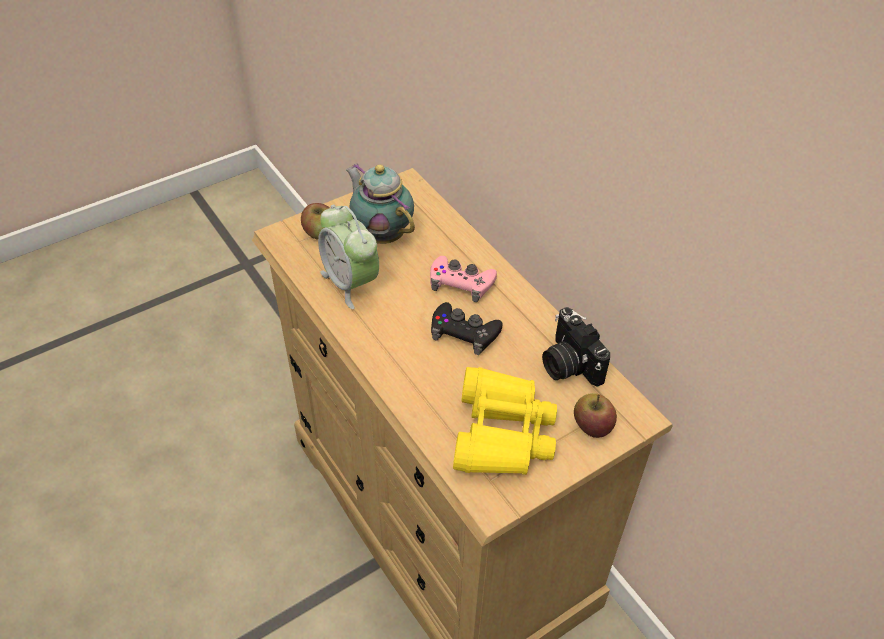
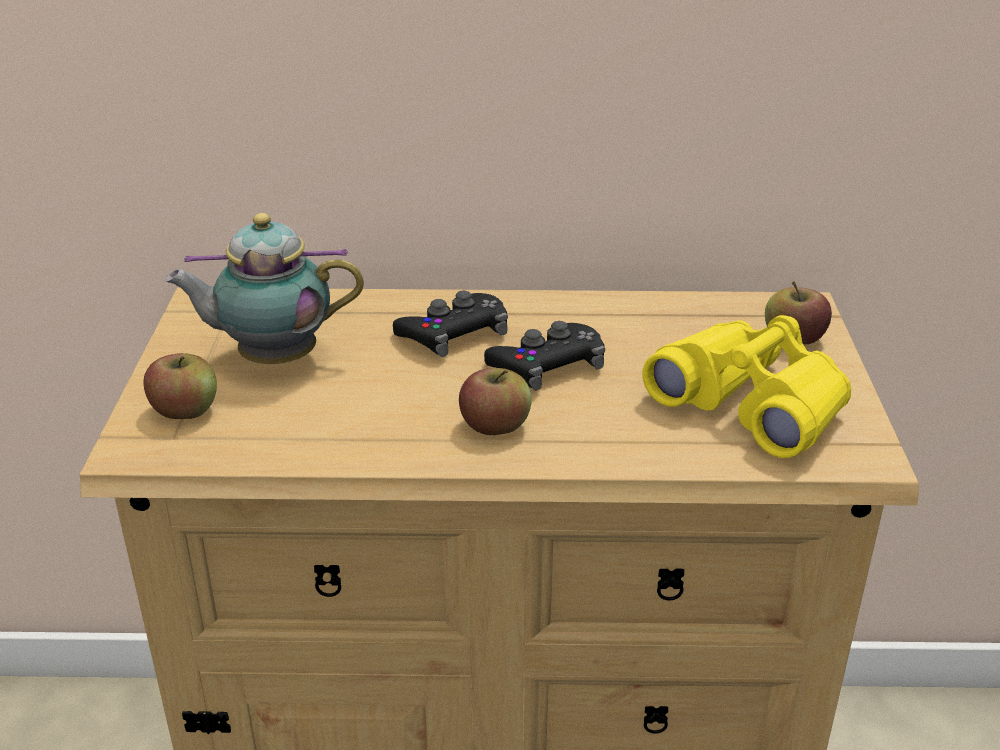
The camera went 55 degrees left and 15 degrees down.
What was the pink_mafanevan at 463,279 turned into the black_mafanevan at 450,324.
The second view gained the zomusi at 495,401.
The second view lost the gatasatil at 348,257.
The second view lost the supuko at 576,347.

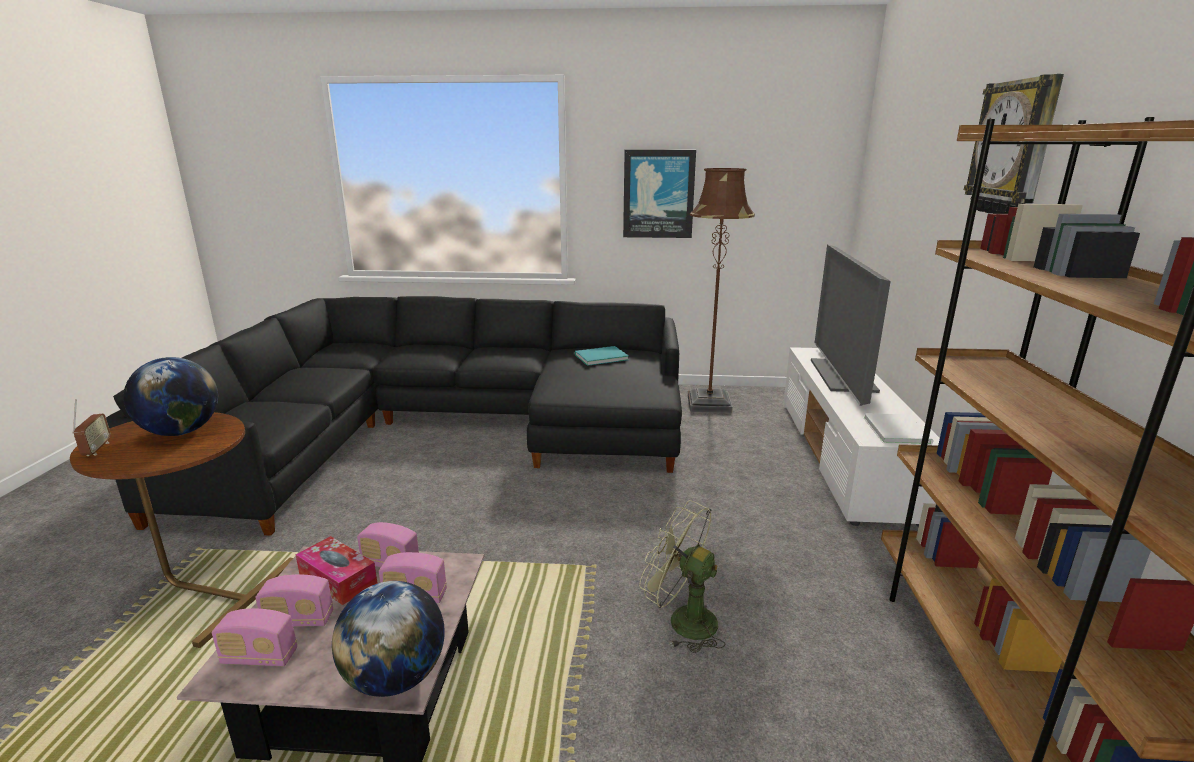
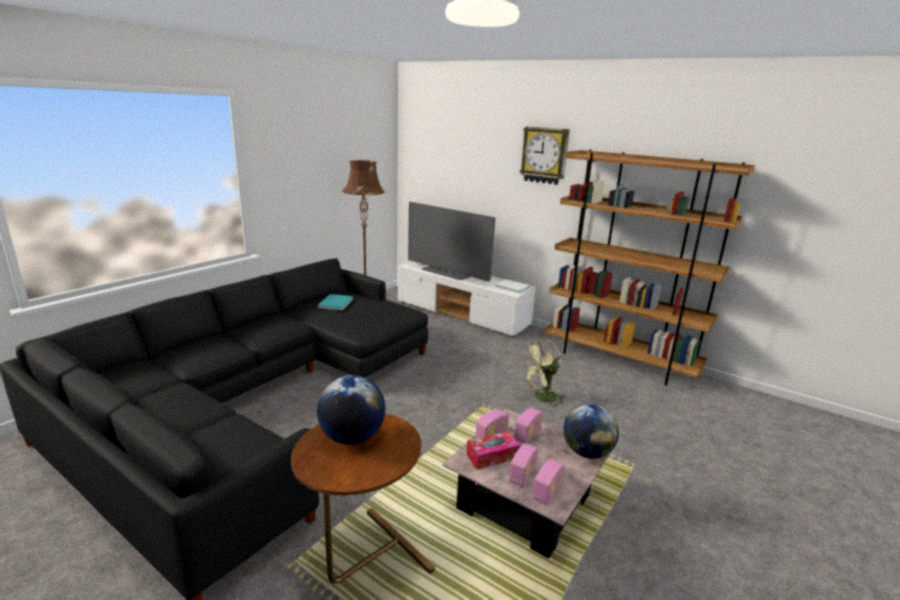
The camera went 60 degrees left and 0 degrees up.
The second view lost the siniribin at 91,427.
The second view lost the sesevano at 659,194.

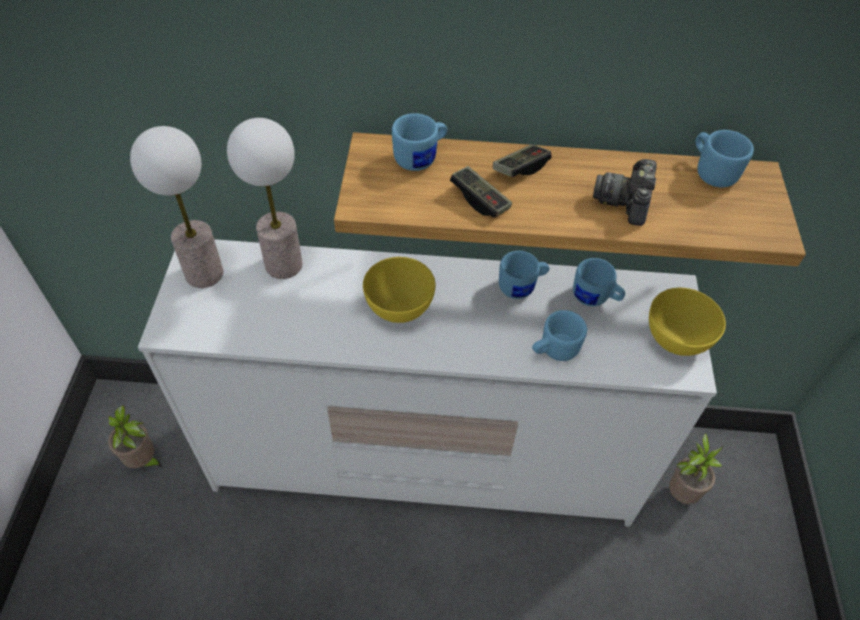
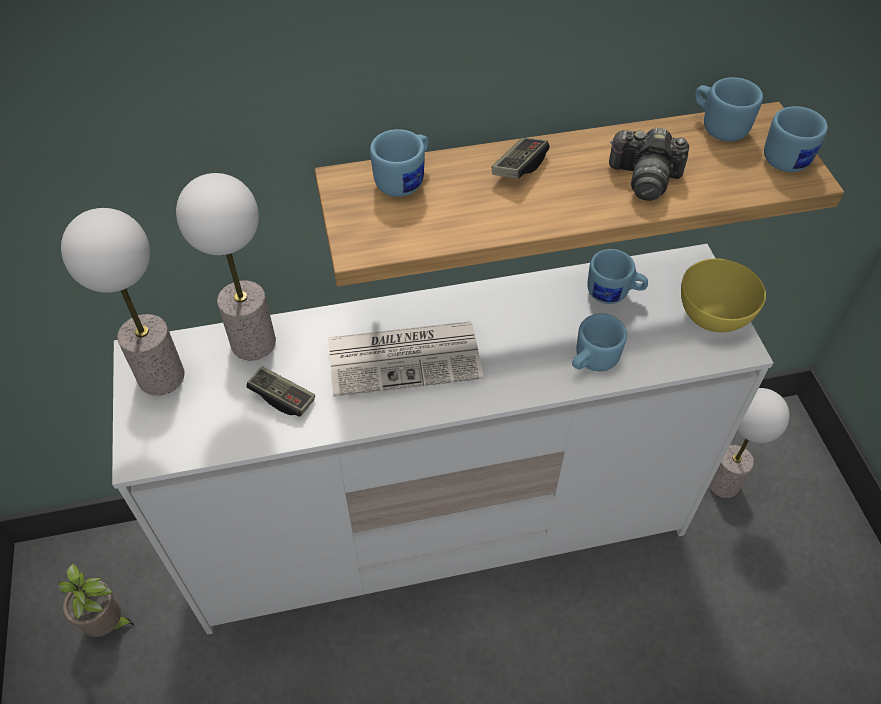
The camera went 15 degrees left and 0 degrees up.
The mafanevan ended up elsewhere, having gone from 481,192 to 280,391.
Where the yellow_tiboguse stood at 399,290, the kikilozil came to stand at 405,359.
The supuko at 625,192 ended up facing another way, 75 degrees counterclockwise from before.
Where the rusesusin stood at 696,468, the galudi came to stand at 749,443.
The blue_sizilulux ended up elsewhere, having gone from 524,275 to 796,139.

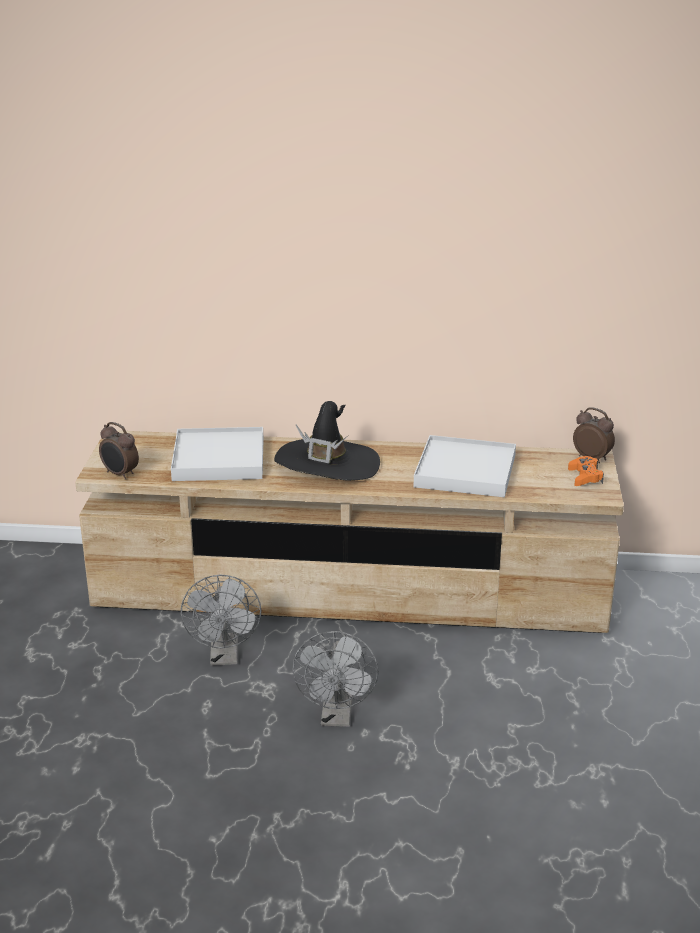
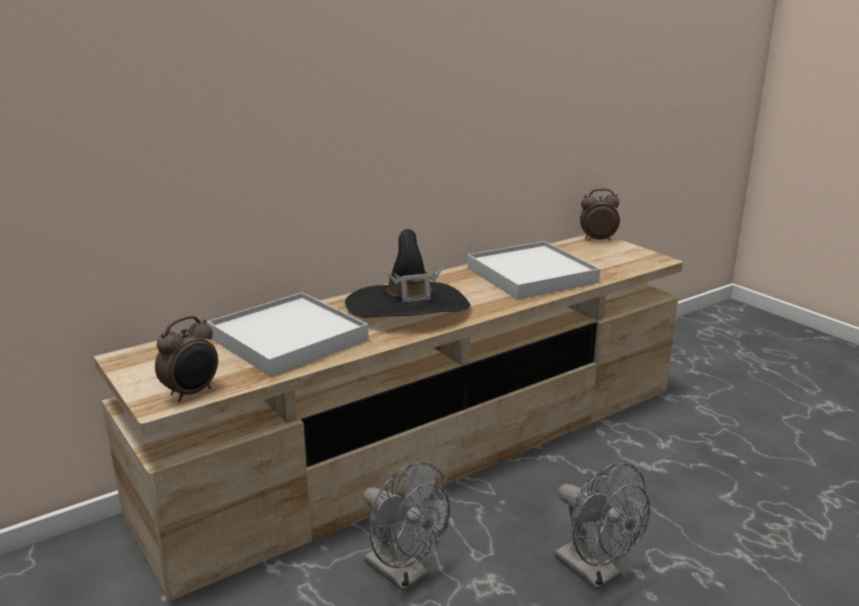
The camera went 40 degrees left and 5 degrees down.
The gatasatil at 119,451 ended up facing another way, 45 degrees counterclockwise from before.
The second view lost the orange_mafanevan at 586,471.

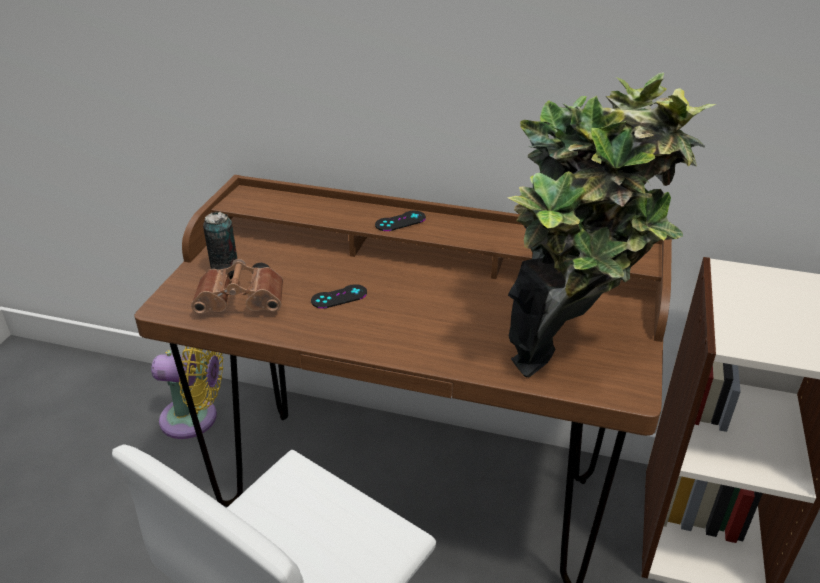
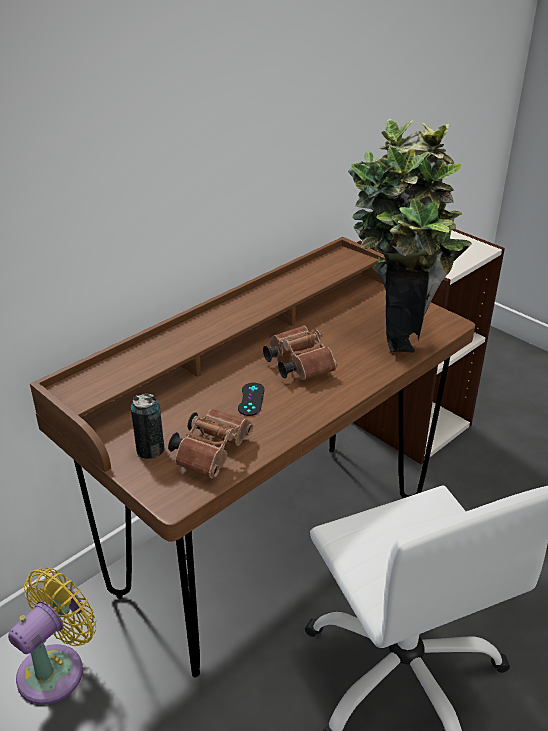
The camera went 60 degrees left and 0 degrees up.
The second view gained the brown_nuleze at 300,352.
The second view lost the black_mafanevan at 400,221.

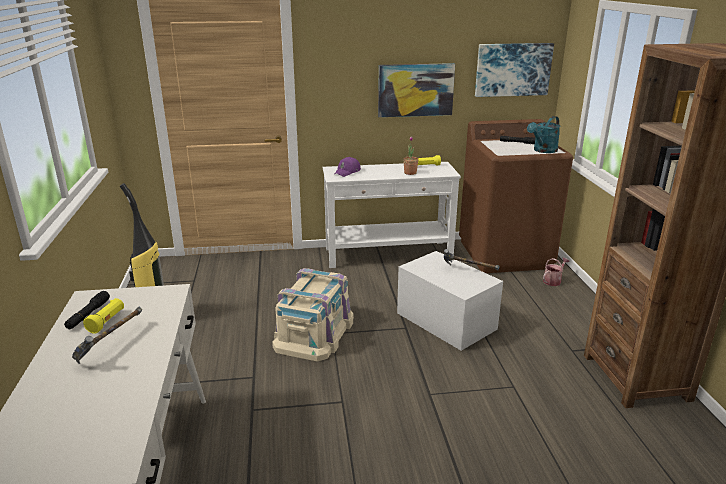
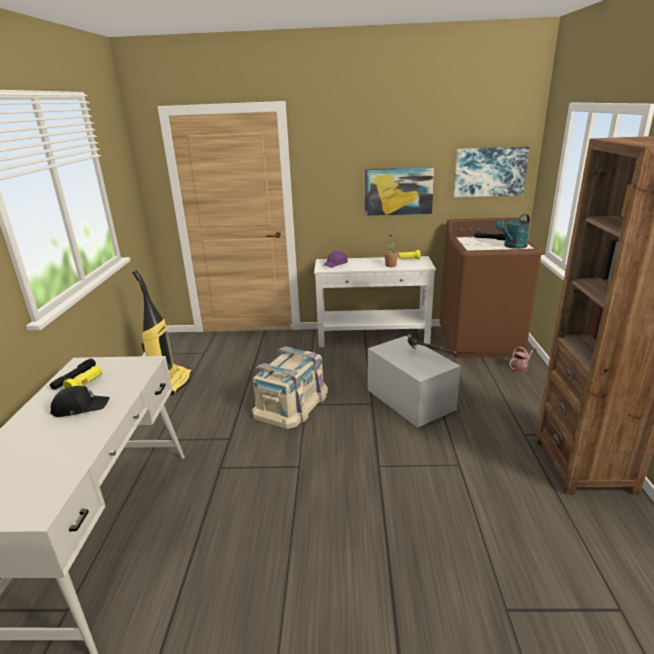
The camera went 10 degrees right and 0 degrees up.
Where the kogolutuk stood at 107,335, the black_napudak came to stand at 80,401.

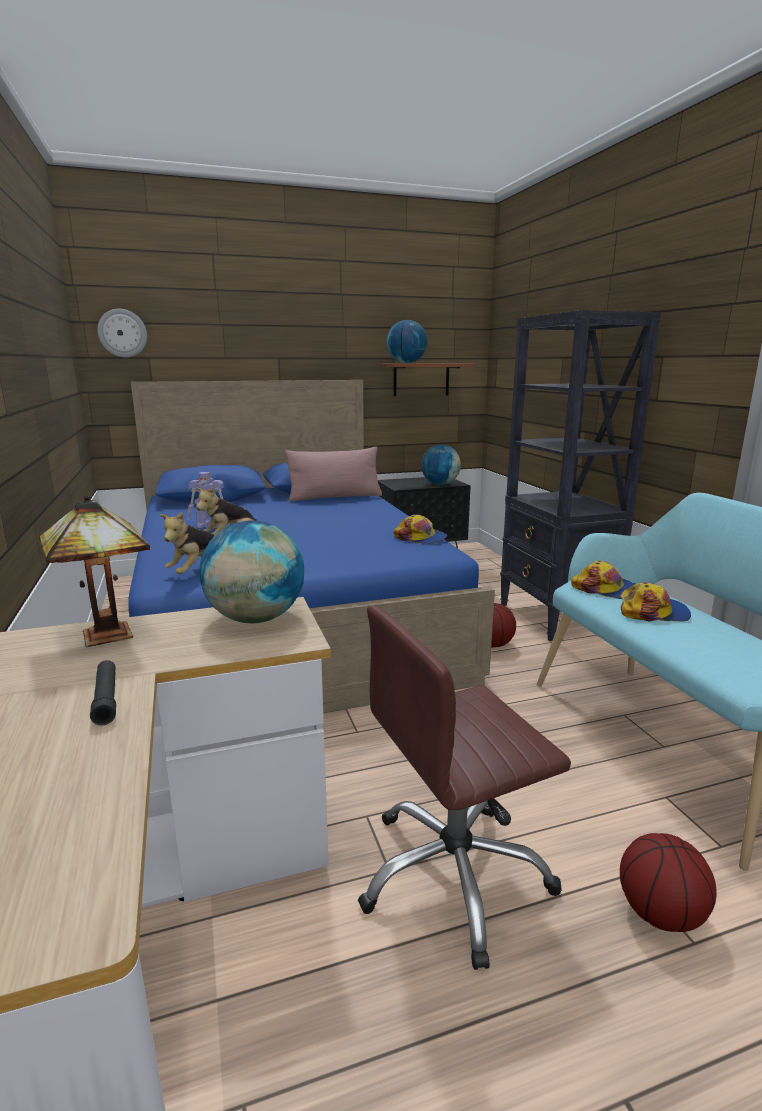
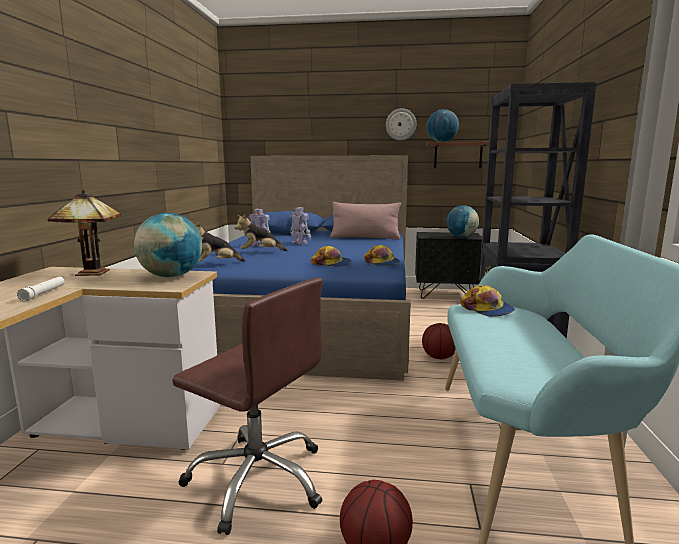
The camera went 25 degrees right and 5 degrees down.
What was the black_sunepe at 103,693 turned into the white_sunepe at 41,289.
The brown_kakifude at 464,787 ended up facing another way, 150 degrees counterclockwise from before.
The second view gained the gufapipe at 300,225.
The napudak ended up elsewhere, having gone from 655,602 to 331,256.
The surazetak ended up elsewhere, having gone from 122,333 to 401,124.

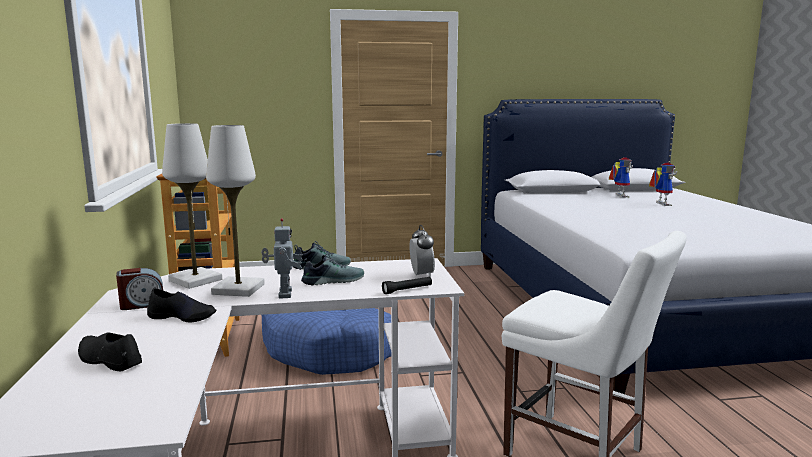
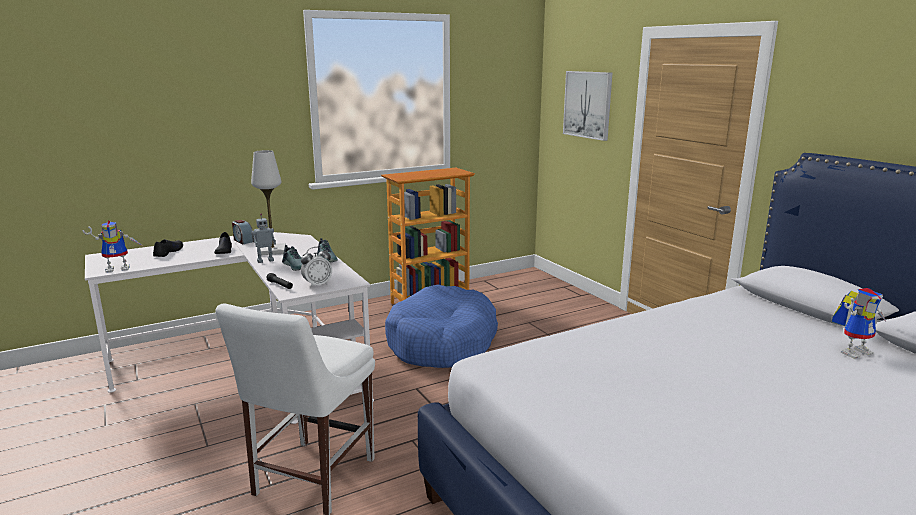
The camera went 70 degrees right and 5 degrees up.
The gufapipe ended up elsewhere, having gone from 663,184 to 113,246.
The second view gained the sesevano at 587,106.
The second view lost the white_galudi at 192,206.

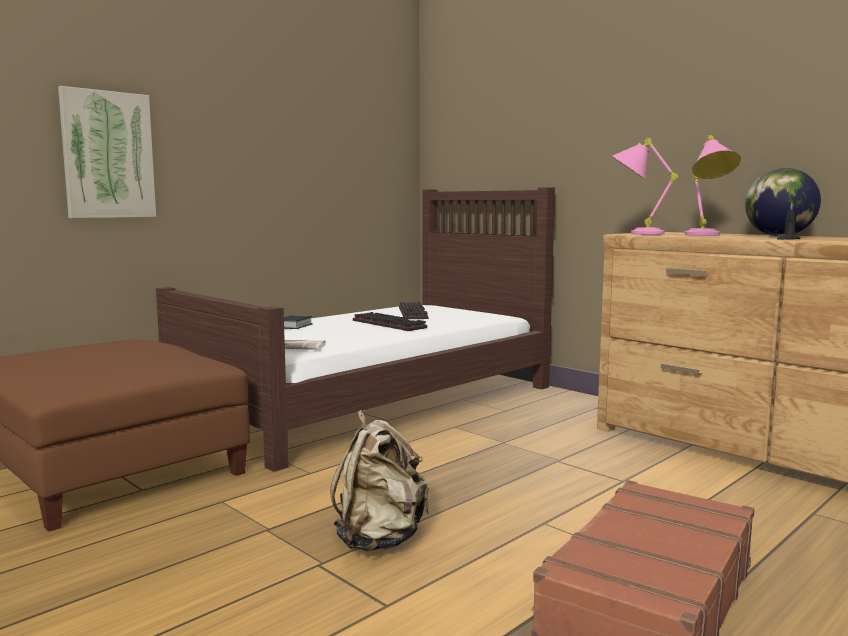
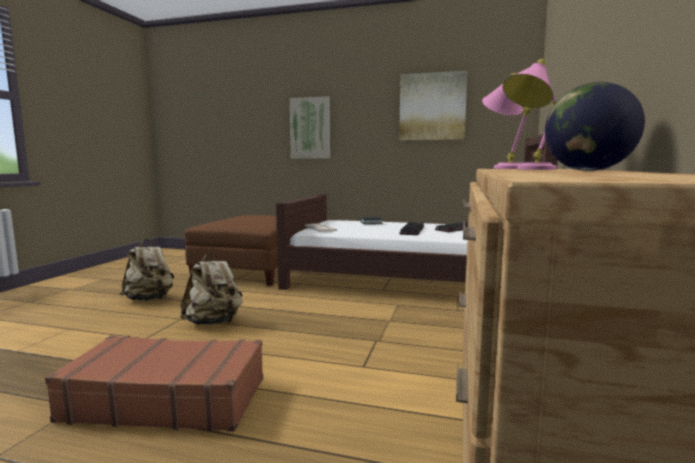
The camera went 60 degrees right and 0 degrees up.
The second view gained the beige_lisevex at 147,270.
The second view gained the sesevano at 433,105.
The second view lost the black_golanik at 789,221.

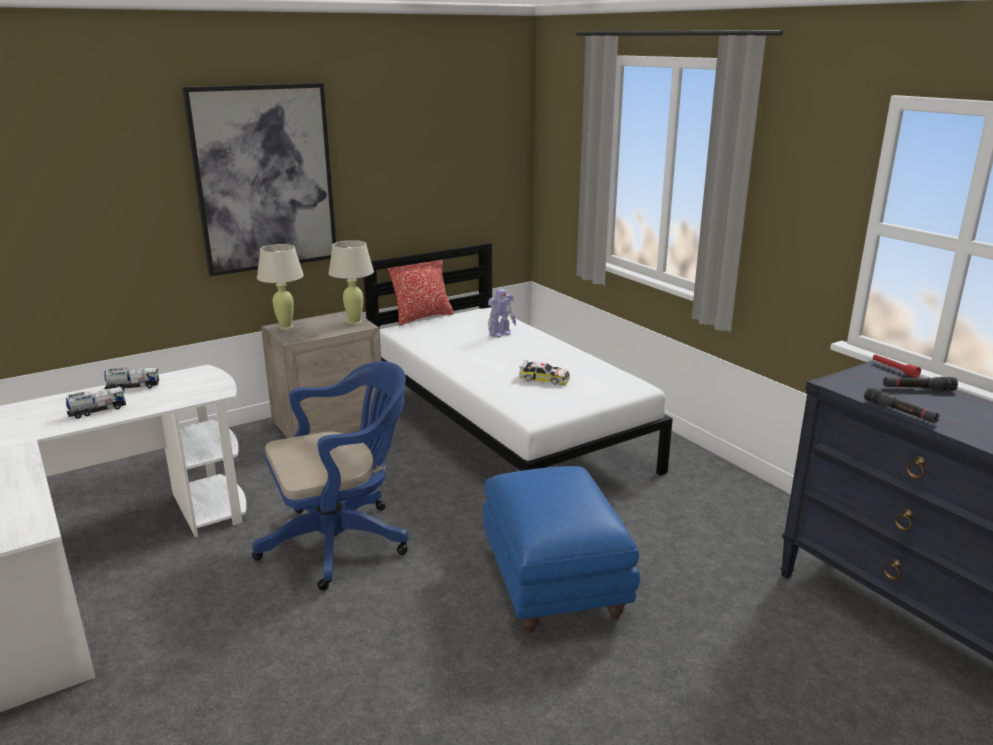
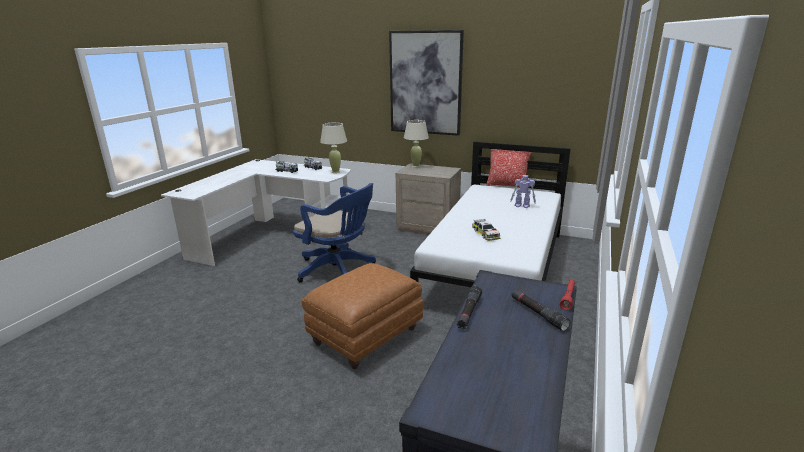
The camera went 55 degrees right and 0 degrees up.
What was the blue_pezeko at 561,549 turned into the brown_pezeko at 362,316.
The beige_galudi ended up elsewhere, having gone from 351,282 to 333,148.

